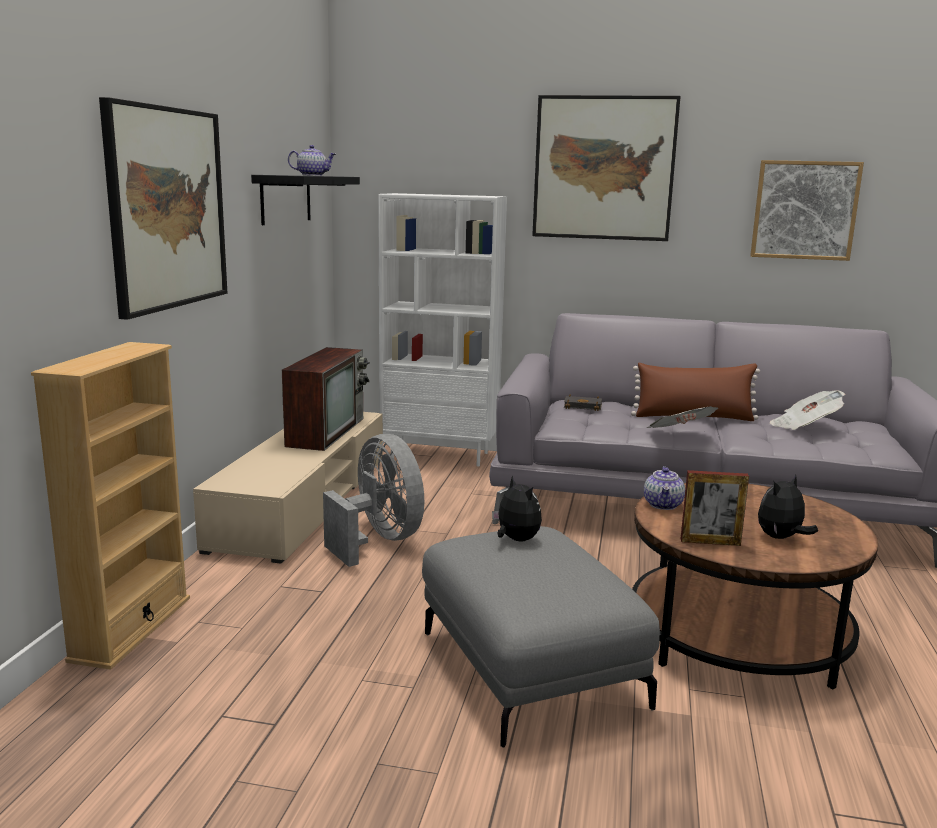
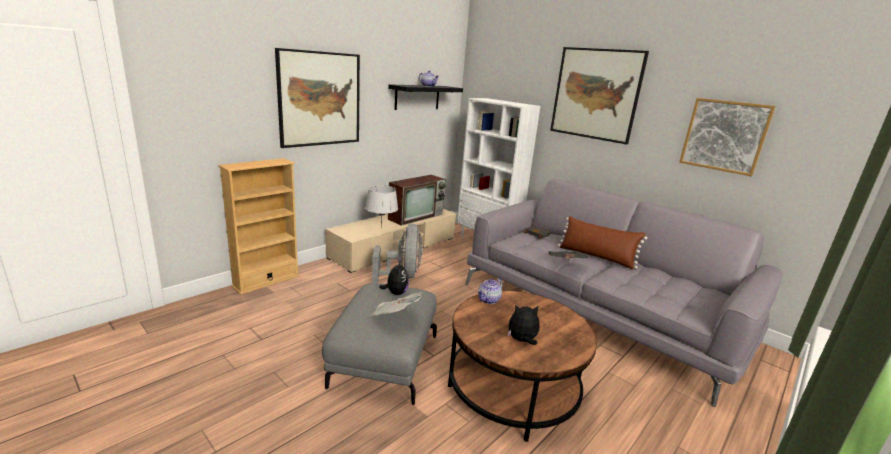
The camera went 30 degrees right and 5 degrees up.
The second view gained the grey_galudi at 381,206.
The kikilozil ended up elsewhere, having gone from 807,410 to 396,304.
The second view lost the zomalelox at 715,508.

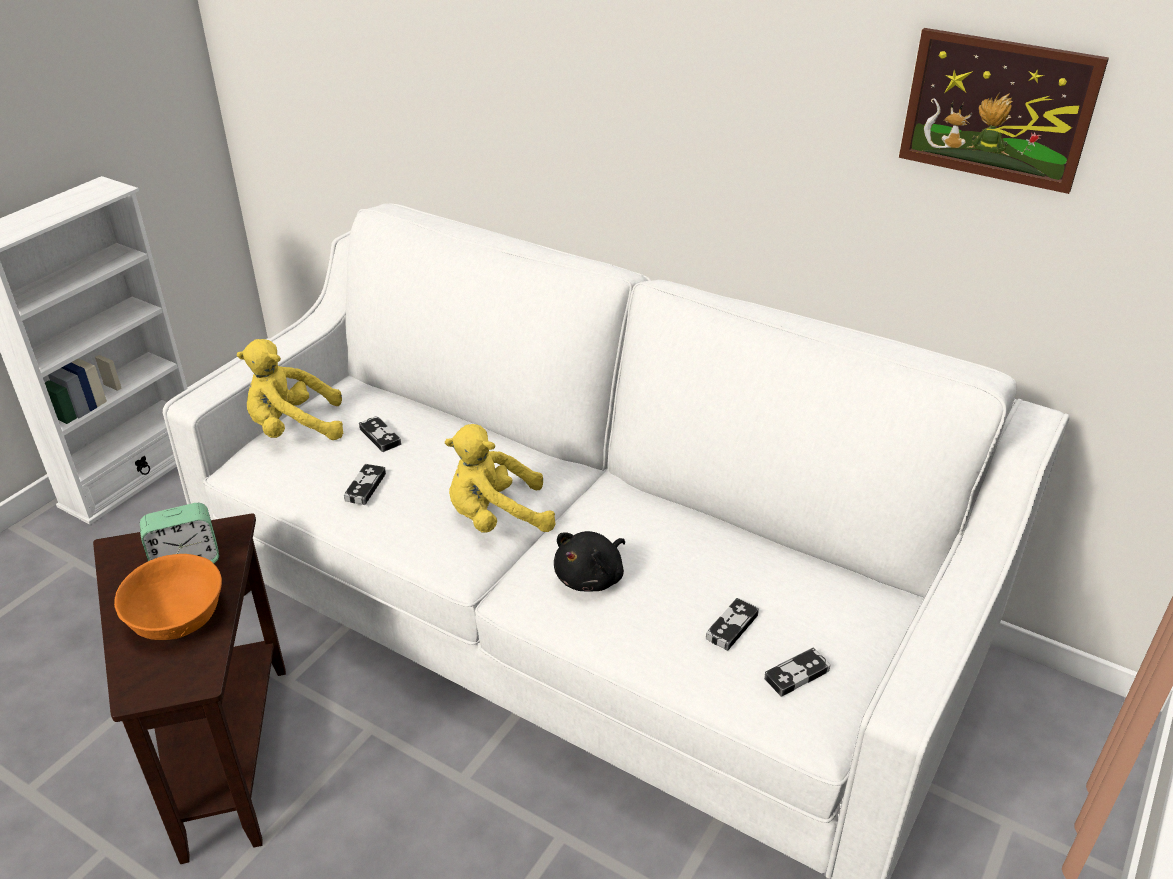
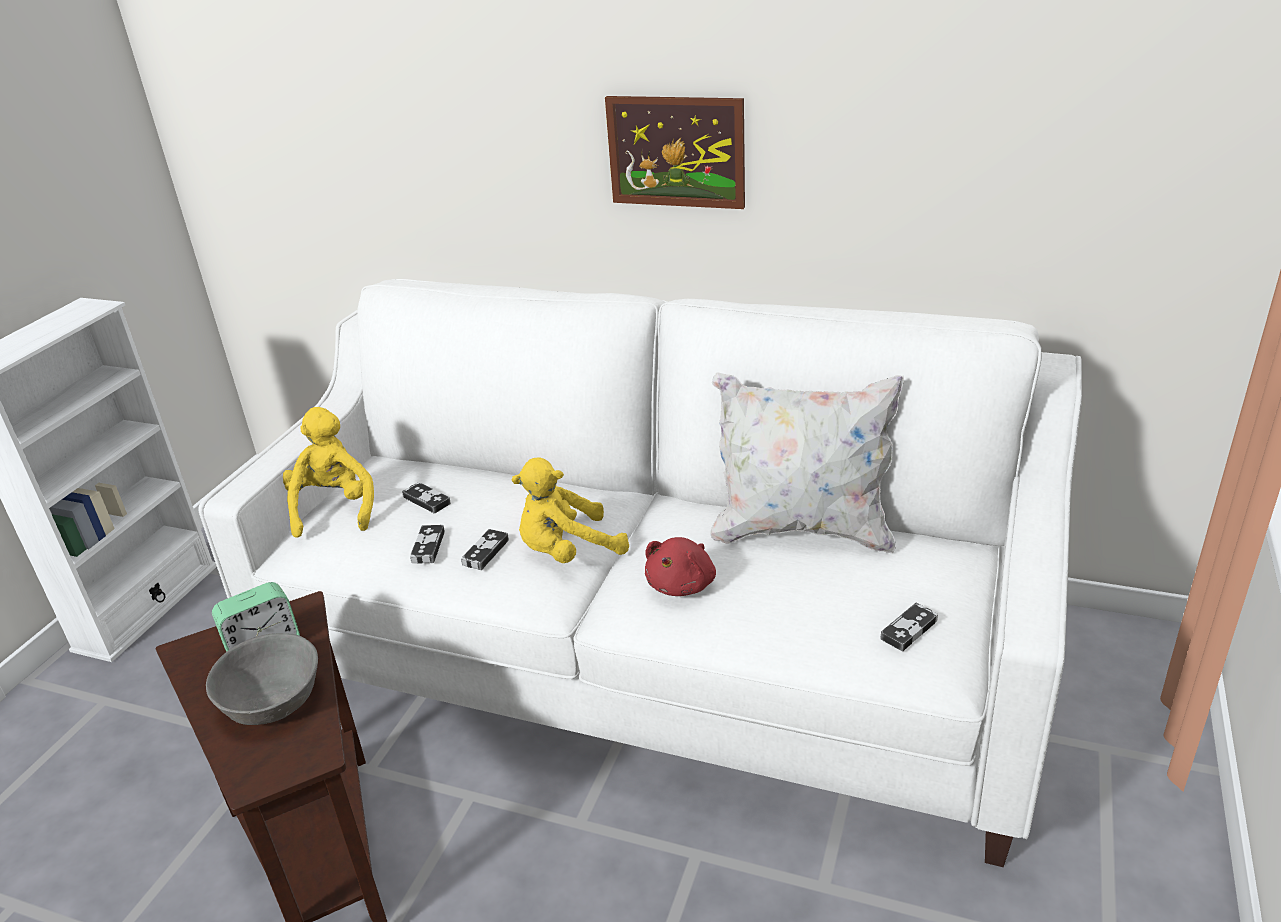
The camera went 10 degrees left and 5 degrees down.
What was the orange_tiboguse at 168,597 turned into the grey_tiboguse at 262,679.
The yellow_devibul at 290,389 ended up facing another way, 105 degrees clockwise from before.
The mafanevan ended up elsewhere, having gone from 732,624 to 485,549.
The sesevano ended up elsewhere, having gone from 1004,111 to 675,152.
What was the black_devibul at 589,561 turned into the red_devibul at 680,566.
The second view gained the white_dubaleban at 807,462.

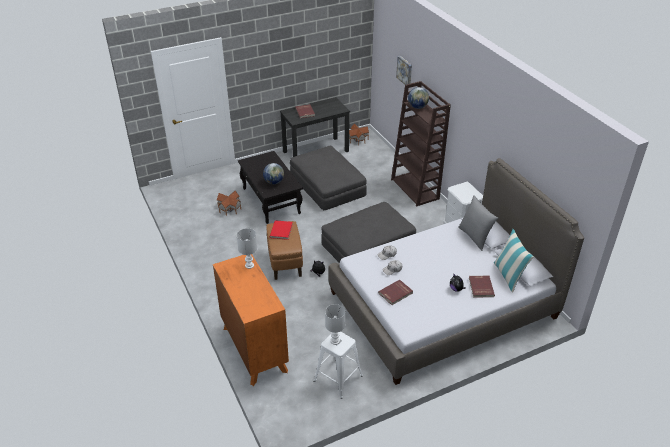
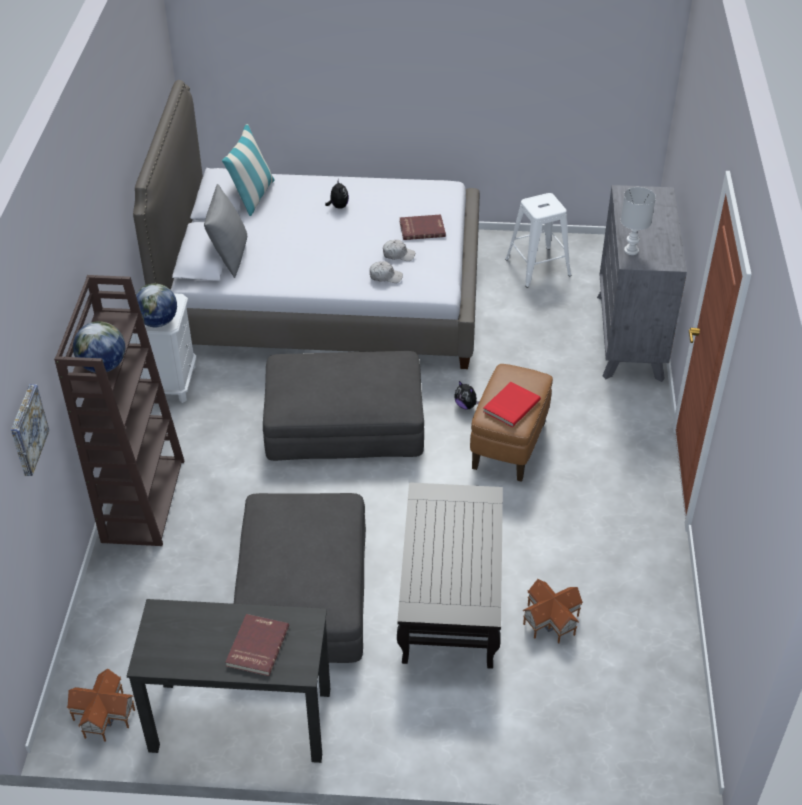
The camera went 150 degrees left and 5 degrees up.
The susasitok ended up elsewhere, having gone from 273,173 to 156,305.
What was the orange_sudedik at 251,320 turned into the grey_sudedik at 642,283.
The second view lost the white_galudi at 335,324.
The second view lost the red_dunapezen at 482,287.

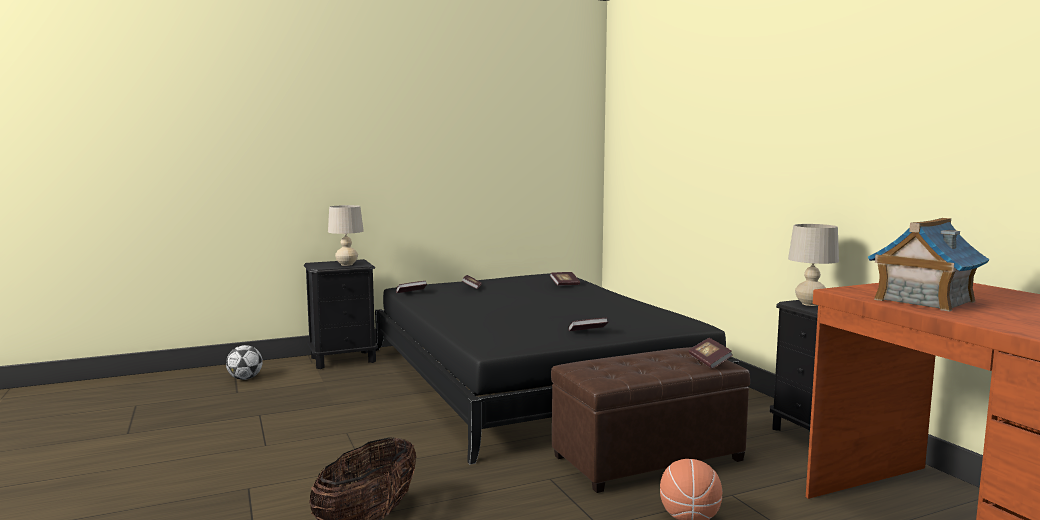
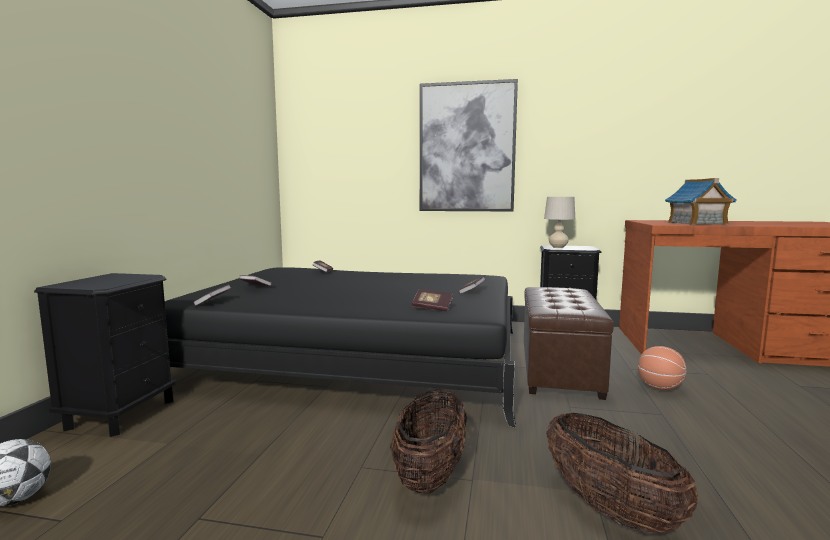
The camera went 55 degrees left and 0 degrees up.
The second view gained the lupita at 428,441.
The dunapezen ended up elsewhere, having gone from 711,353 to 432,300.
The second view gained the sesevano at 469,145.
The second view lost the beige_galudi at 346,235.

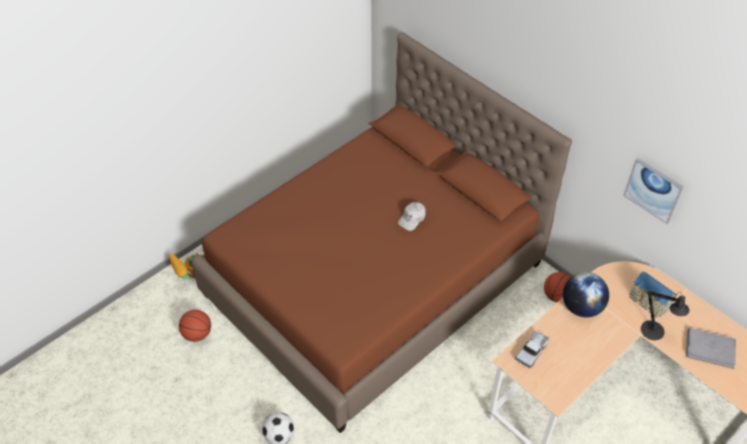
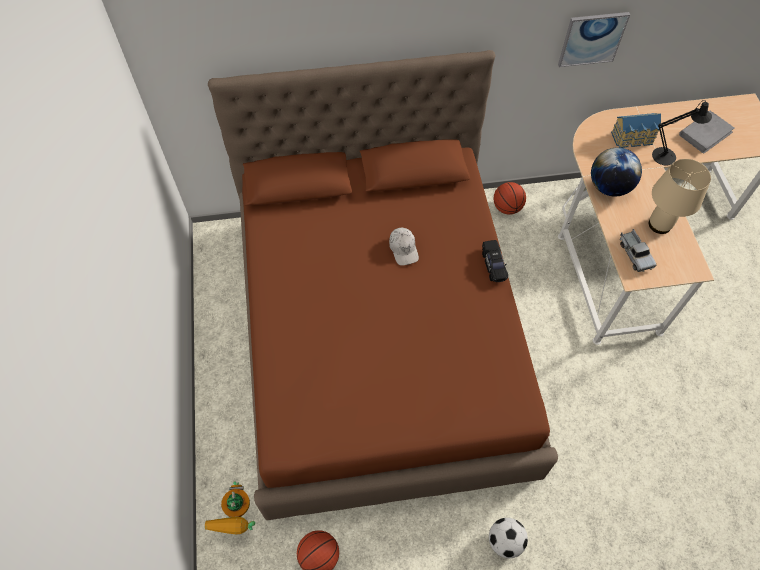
The camera went 55 degrees left and 10 degrees up.
The second view gained the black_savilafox at 495,261.
The second view gained the beige_galudi at 680,196.

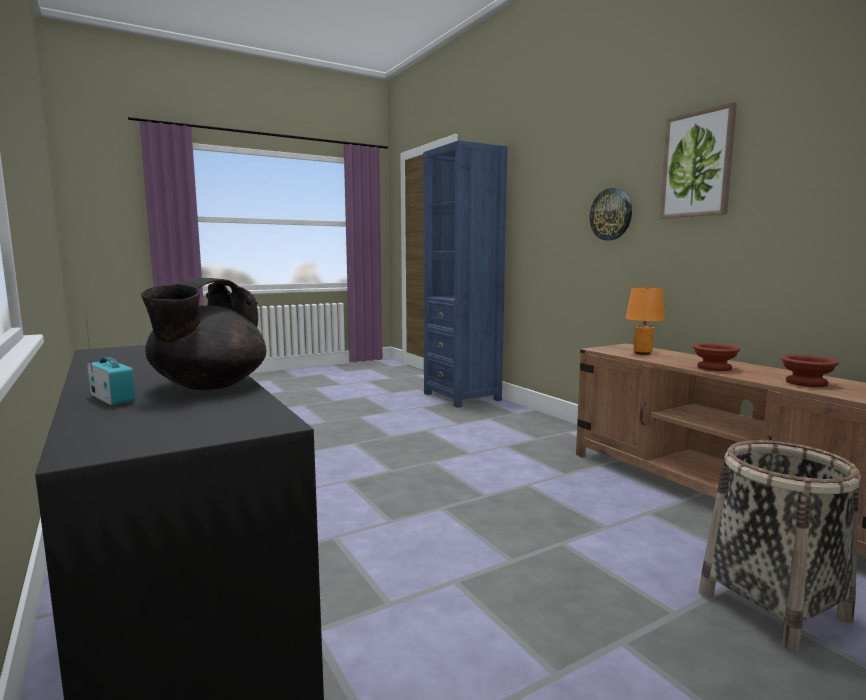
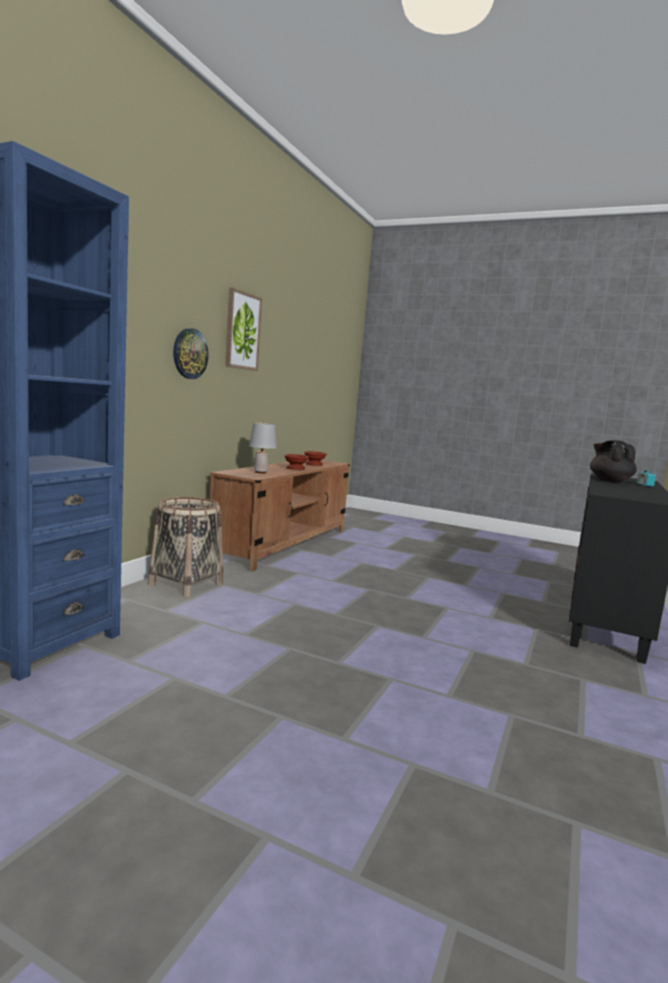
The camera went 125 degrees left and 0 degrees up.
The lupita ended up elsewhere, having gone from 780,545 to 185,547.
What was the orange_galudi at 645,321 turned into the grey_galudi at 263,448.
The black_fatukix at 203,334 ended up facing another way, 90 degrees counterclockwise from before.

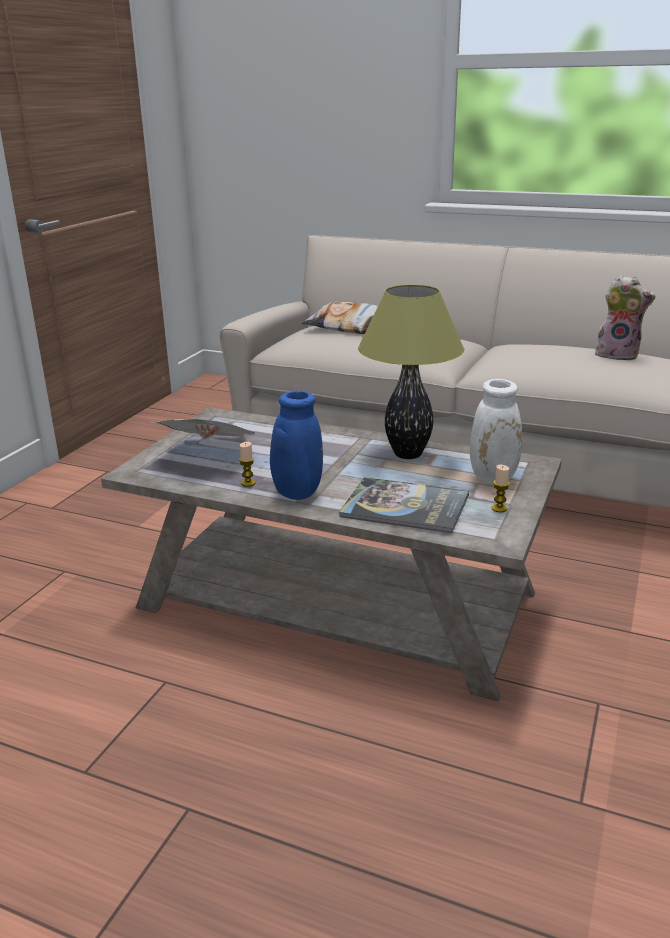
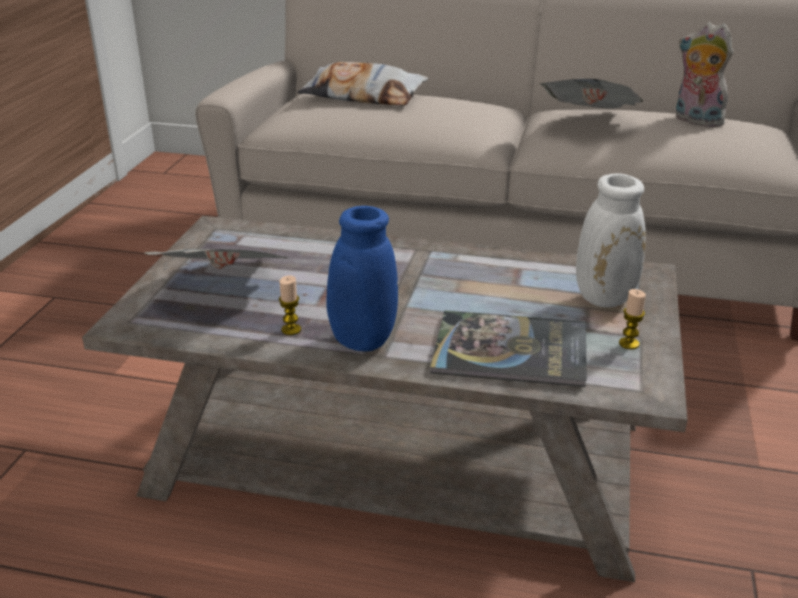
The camera went 10 degrees left and 5 degrees up.
The second view gained the kikilozil at 591,94.
The devibul at 625,317 ended up facing another way, 150 degrees counterclockwise from before.
The second view lost the galudi at 411,372.

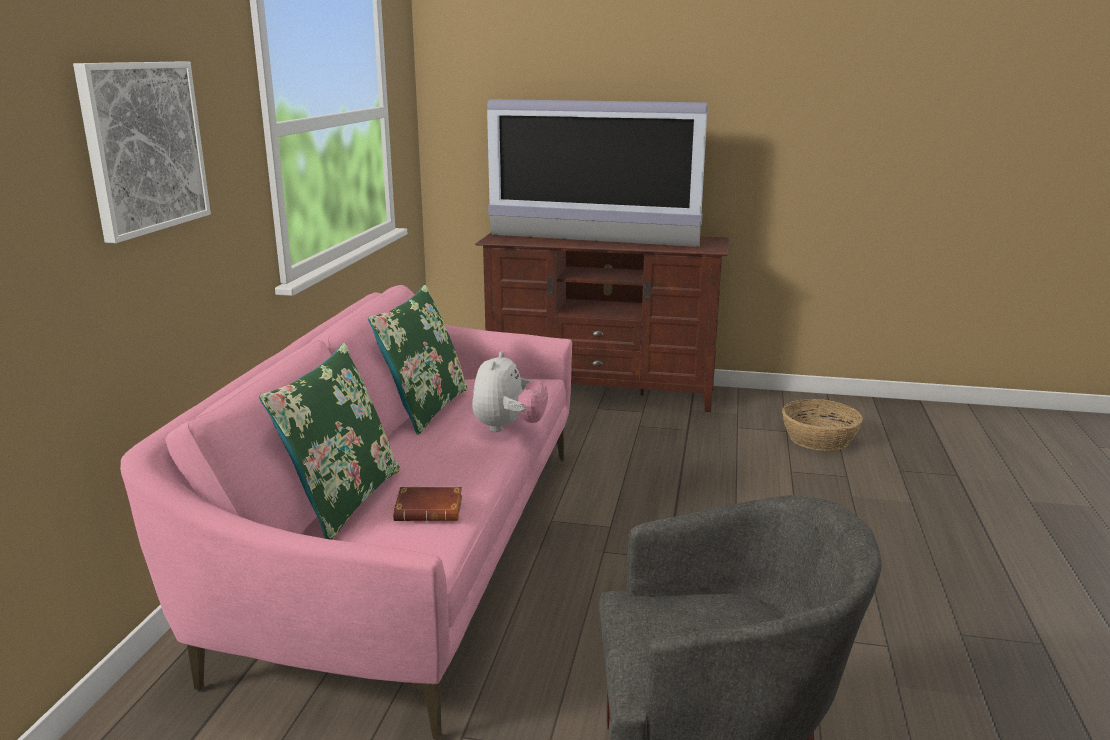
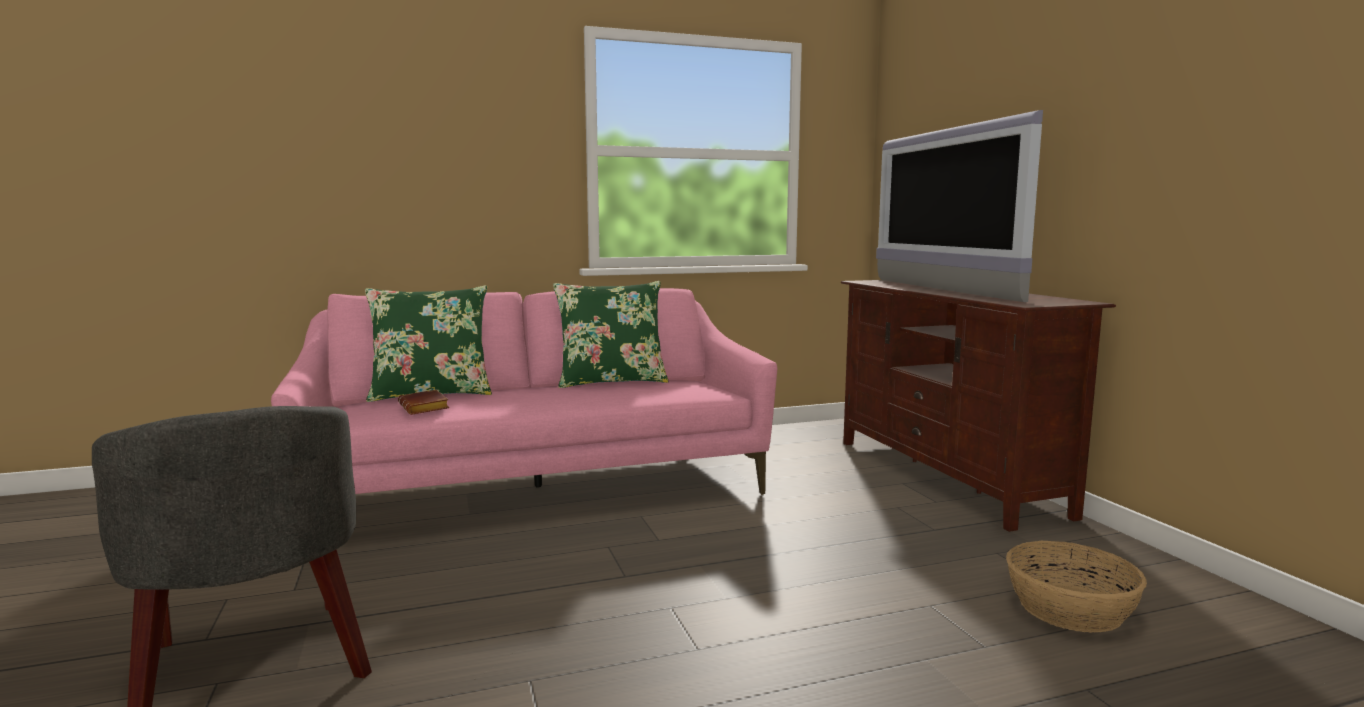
The camera went 60 degrees right and 10 degrees down.
The second view lost the sesevano at 142,152.
The second view lost the devibul at 510,391.

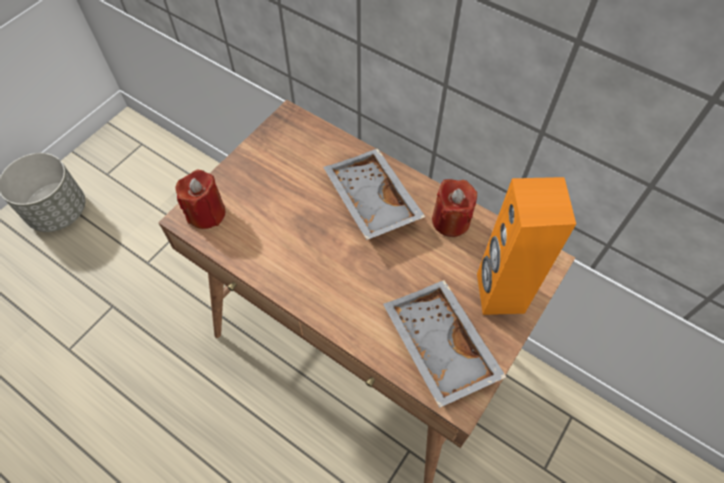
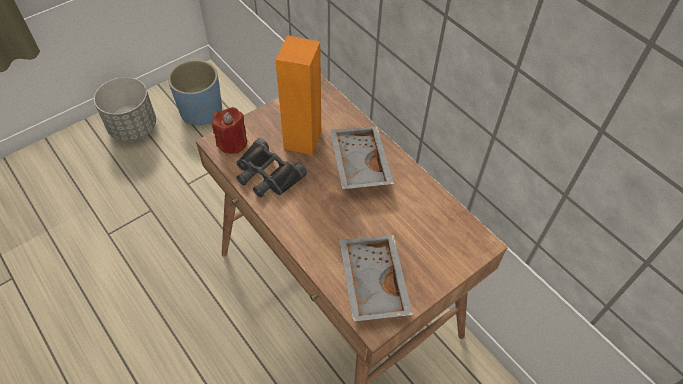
The camera went 15 degrees right and 5 degrees down.
The second view gained the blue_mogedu at 195,92.
The second view gained the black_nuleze at 271,167.
The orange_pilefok ended up elsewhere, having gone from 526,246 to 298,95.
The second view lost the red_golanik at 454,208.

